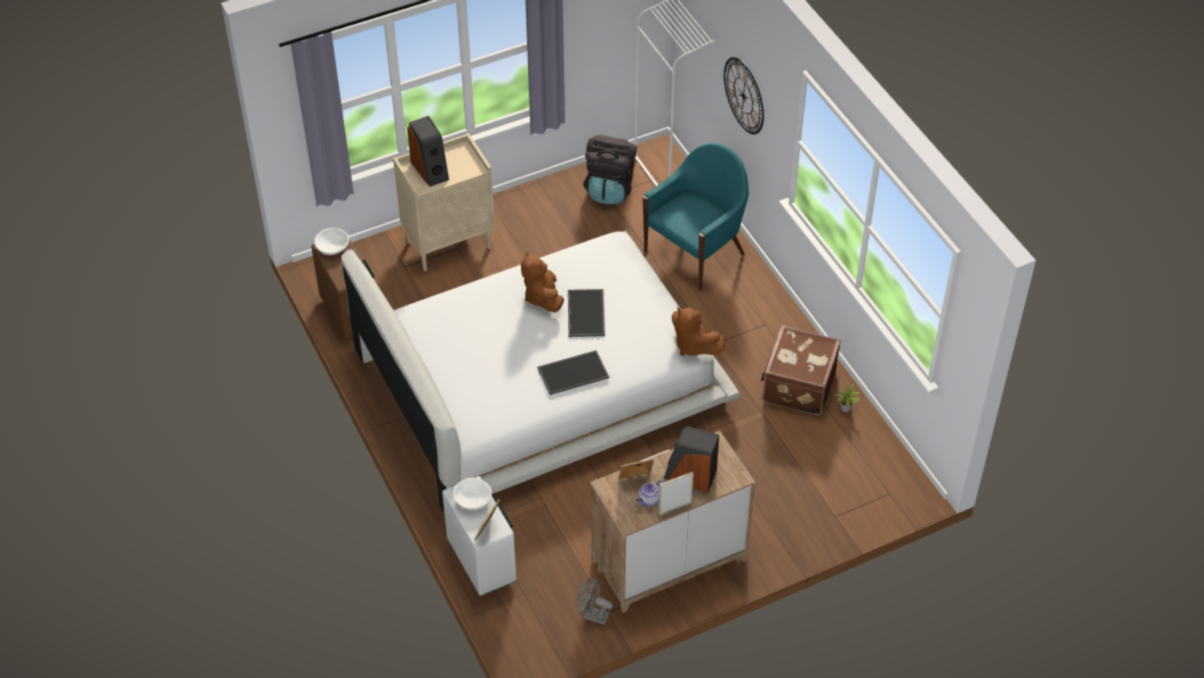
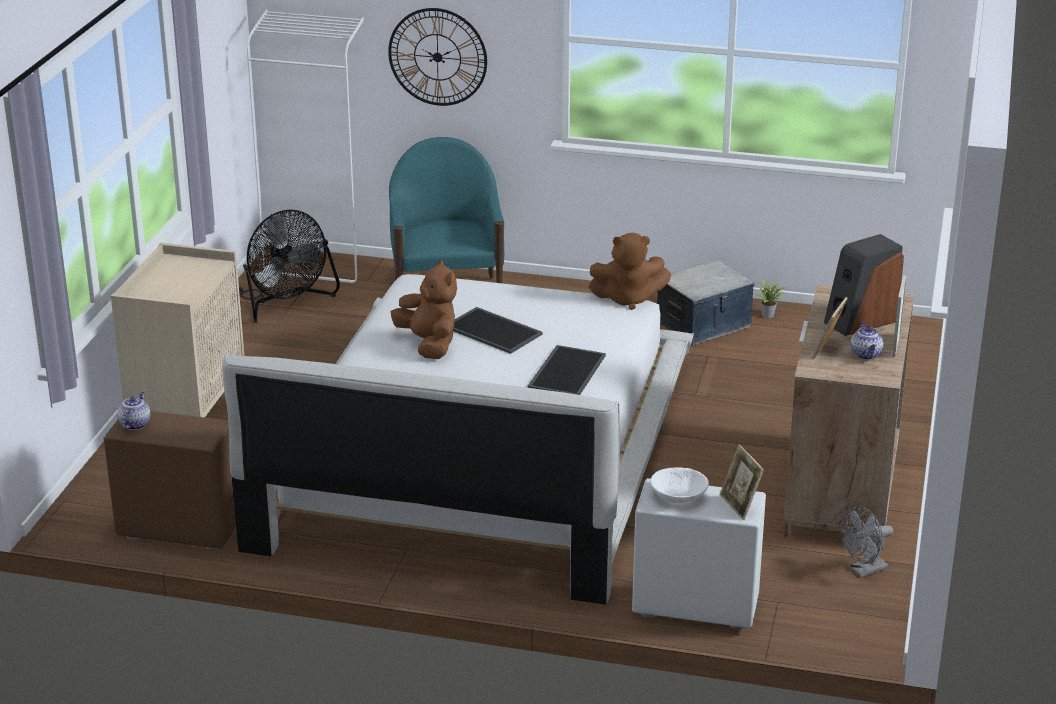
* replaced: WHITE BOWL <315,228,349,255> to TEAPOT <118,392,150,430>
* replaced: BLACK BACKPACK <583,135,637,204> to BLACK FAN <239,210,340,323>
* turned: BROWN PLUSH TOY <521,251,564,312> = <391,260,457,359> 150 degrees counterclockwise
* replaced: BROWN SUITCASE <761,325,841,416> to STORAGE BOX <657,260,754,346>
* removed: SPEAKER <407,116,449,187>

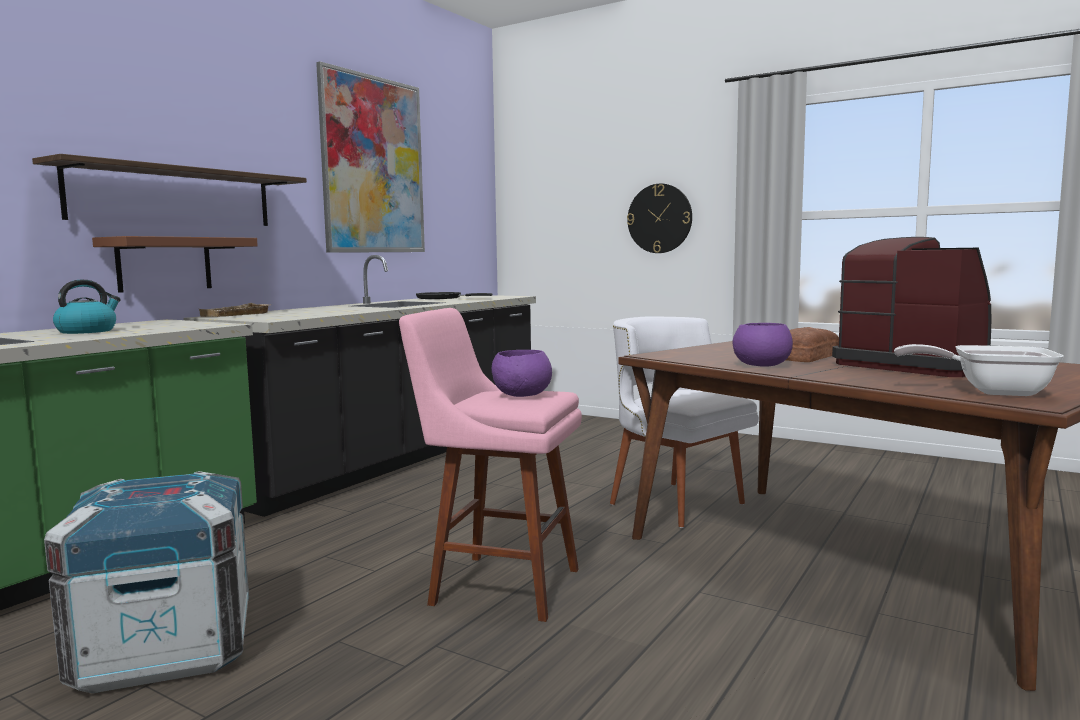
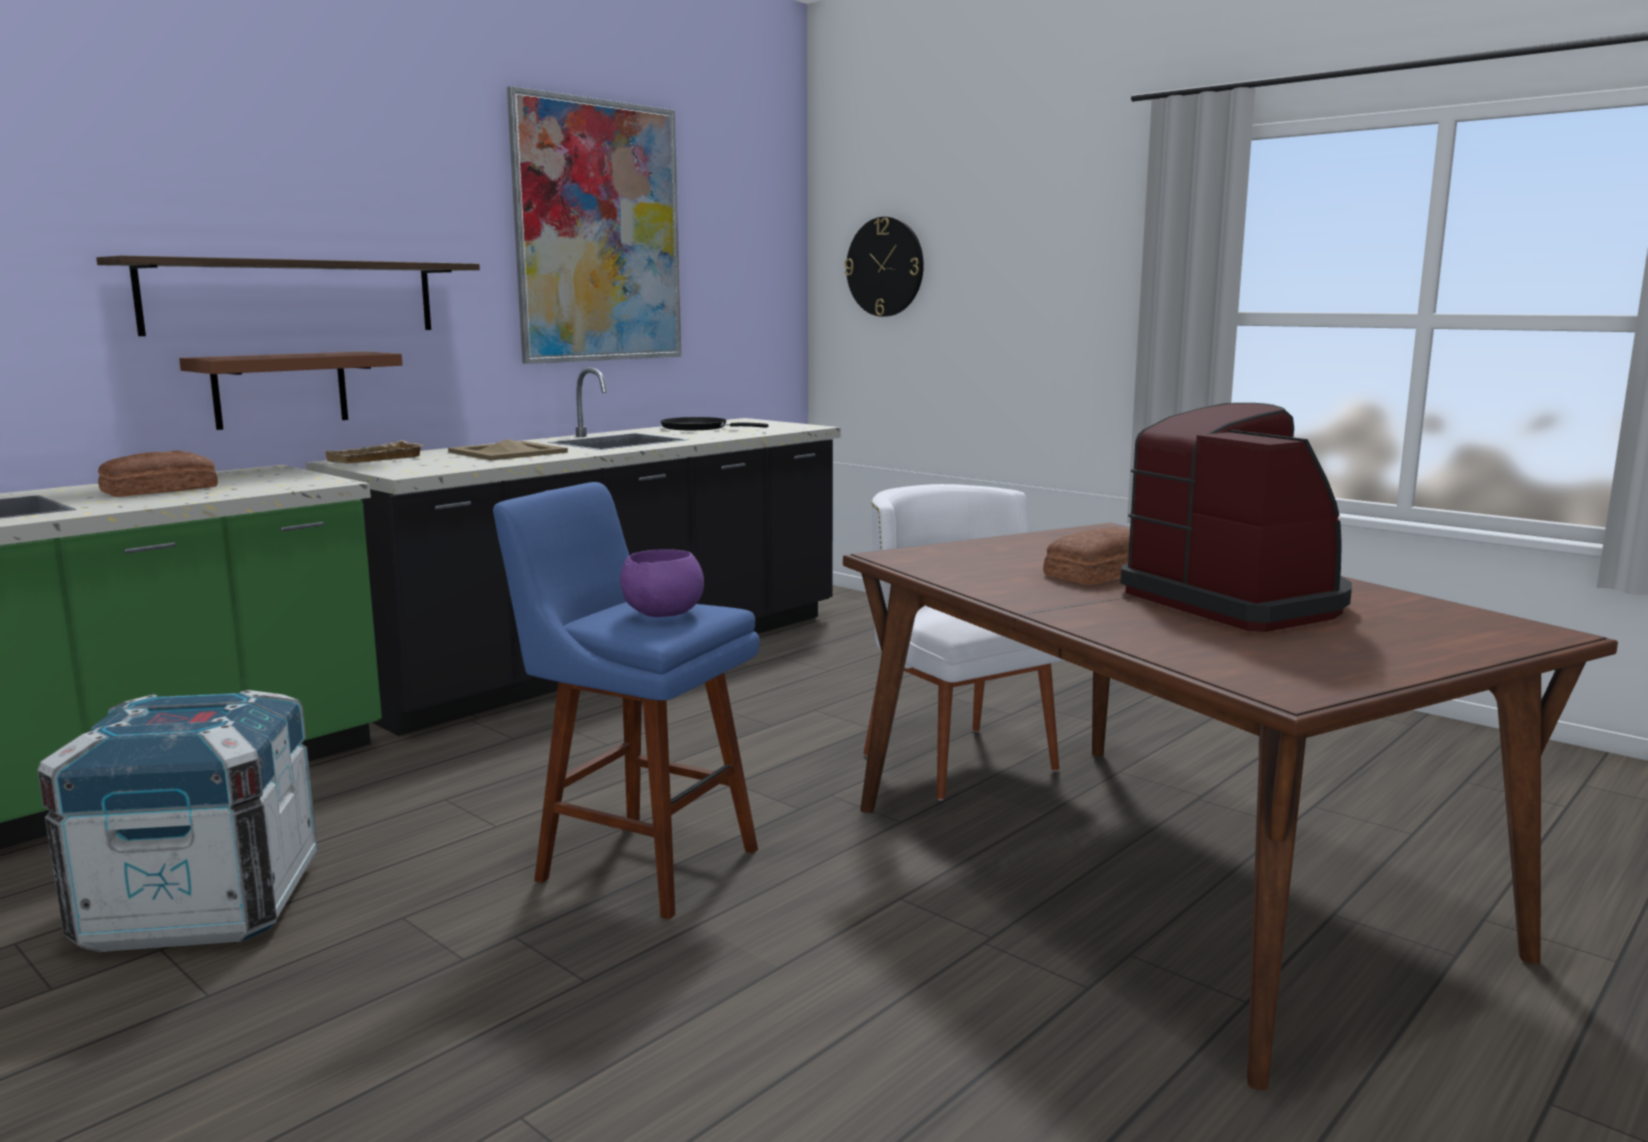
* replaced: KETTLE <53,280,121,334> to BREAD <98,450,218,497>
* added: BEIGE TRAY <448,439,568,461>
* recoloured: PINK STOOL <399,308,582,622> to BLUE STOOL <493,482,760,920>
* moved: WALL CLOCK <627,183,692,253> to <845,217,924,317>
* removed: PURPLE BOWL <733,323,793,367>
* removed: FRYING PAN <894,344,1064,396>

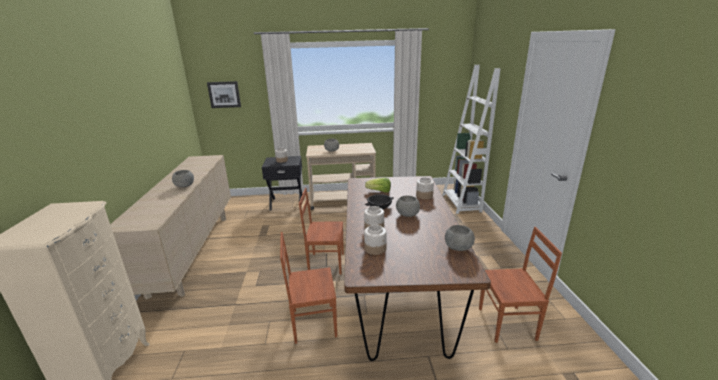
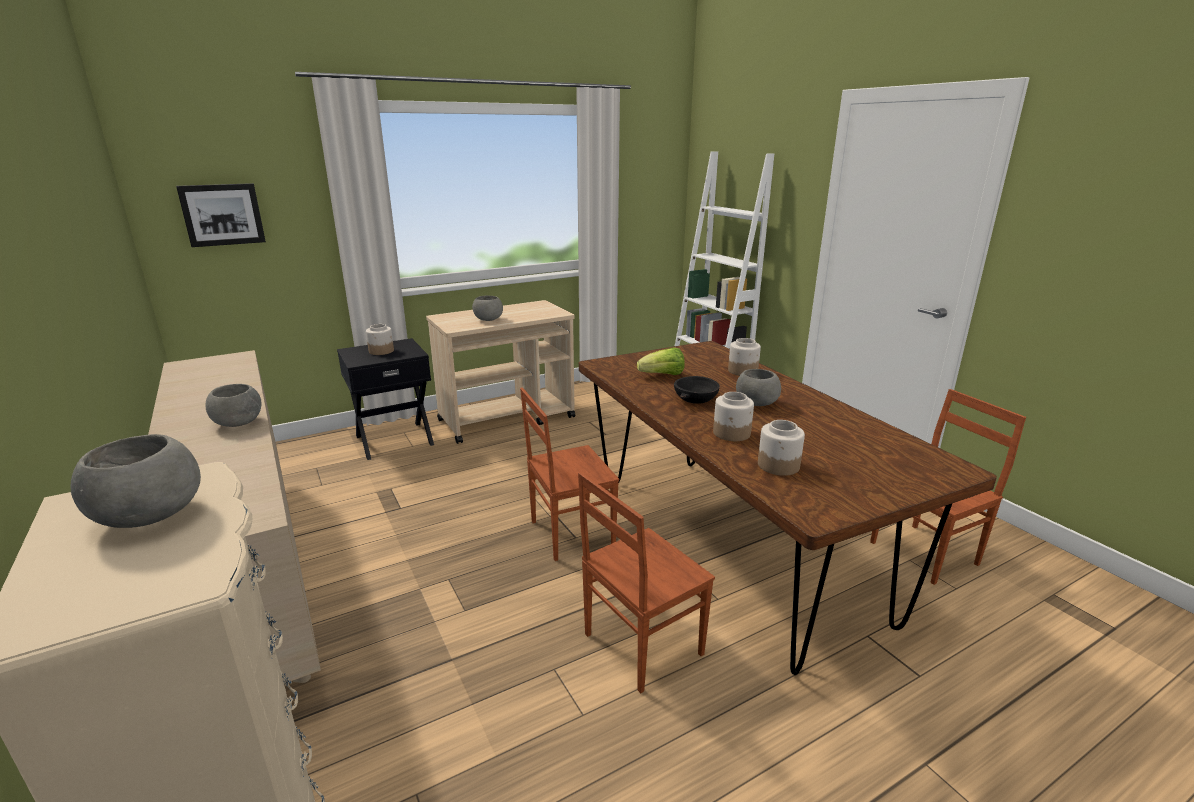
* moved: GREY BOWL <445,225,475,251> to <71,434,201,528>

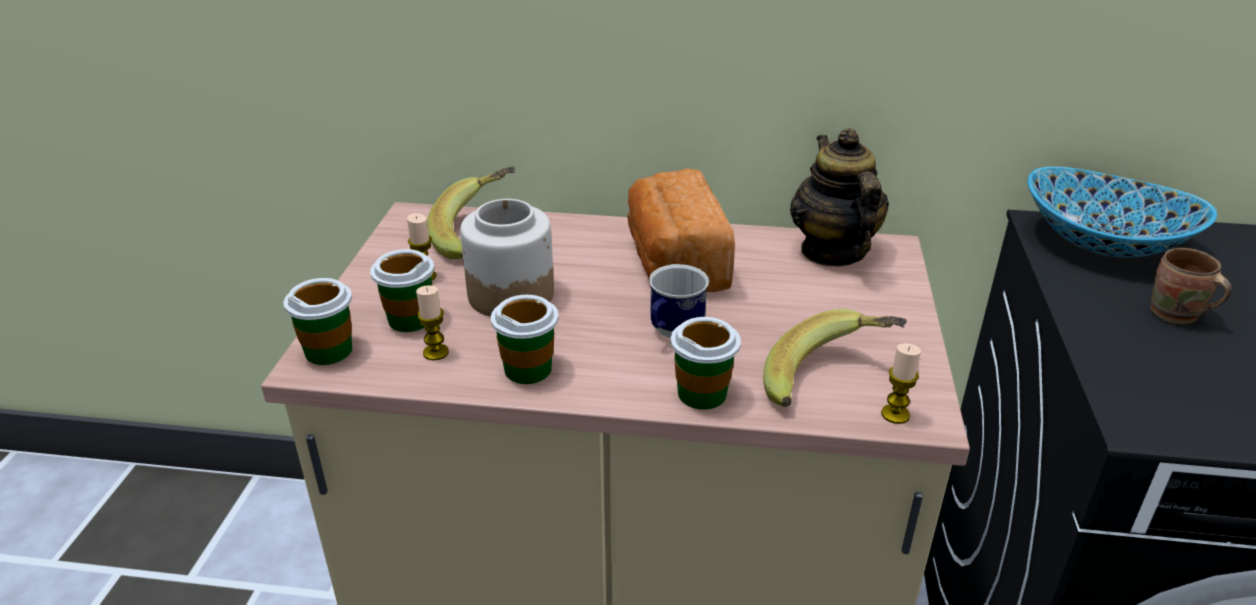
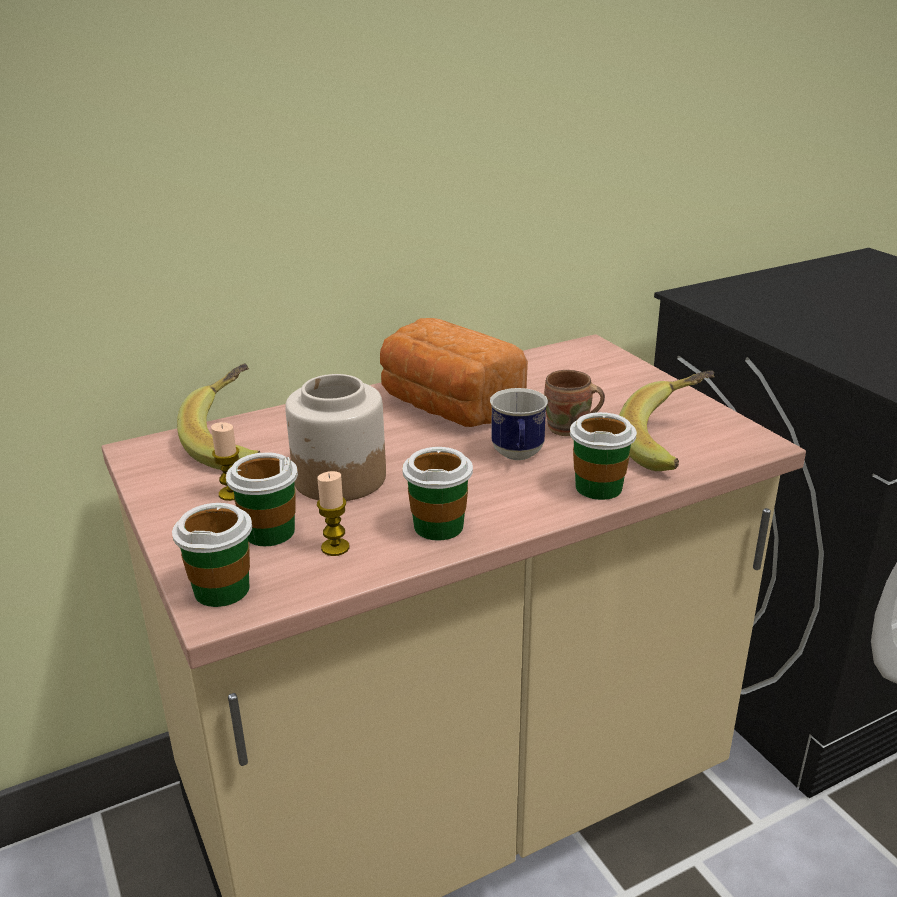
* moved: BROWN MUG <1151,248,1232,324> to <544,370,605,436>
* removed: TEAPOT <790,128,889,266>
* removed: CANDLE <881,343,921,424>
* removed: BOWL <1027,166,1217,258>

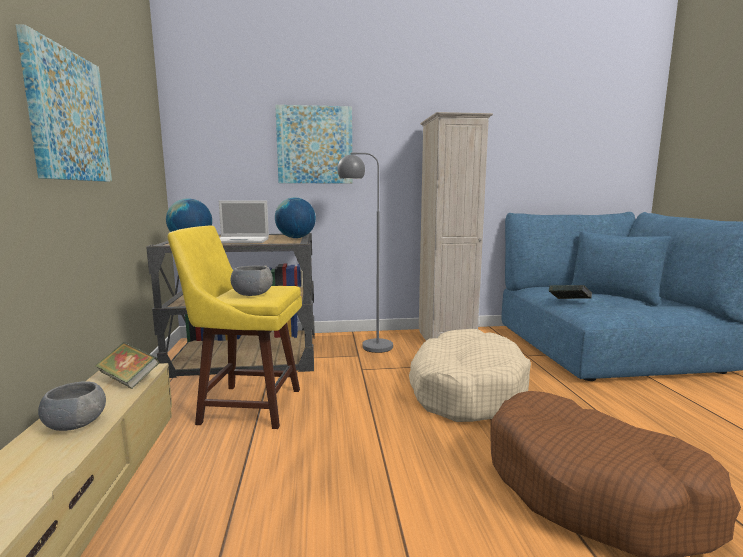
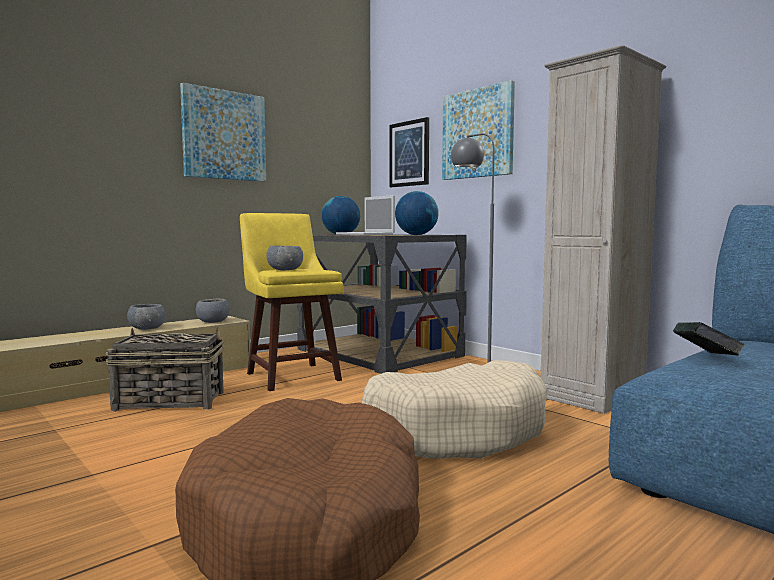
* added: BASKET <106,327,224,412>
* replaced: BOOK <95,342,159,389> to GREY BOWL <196,299,230,323>
* added: PICTURE <389,117,429,187>

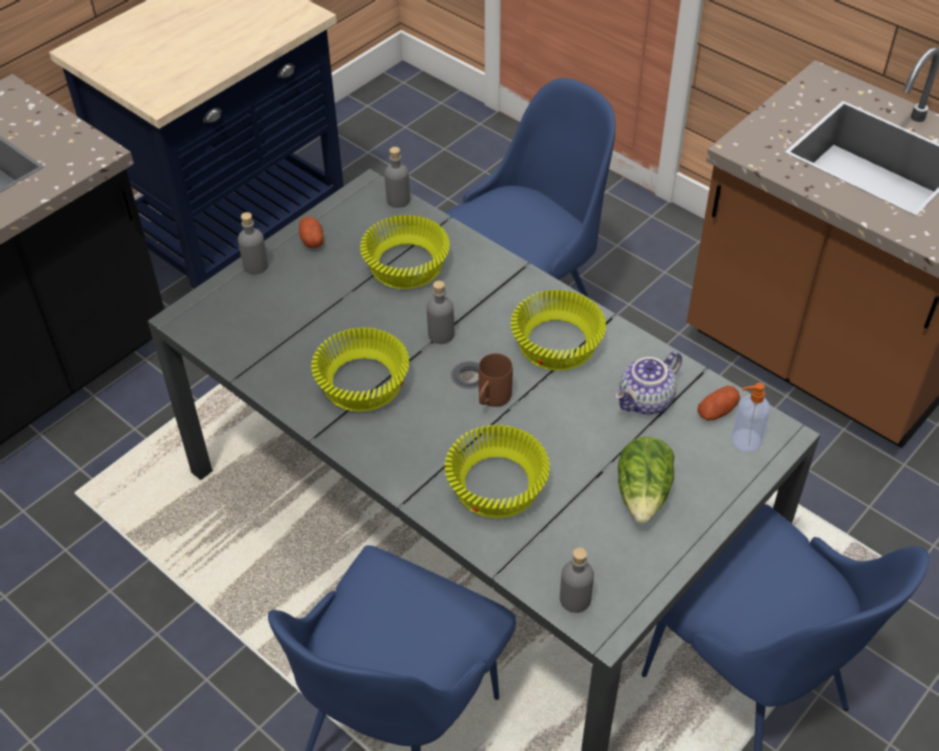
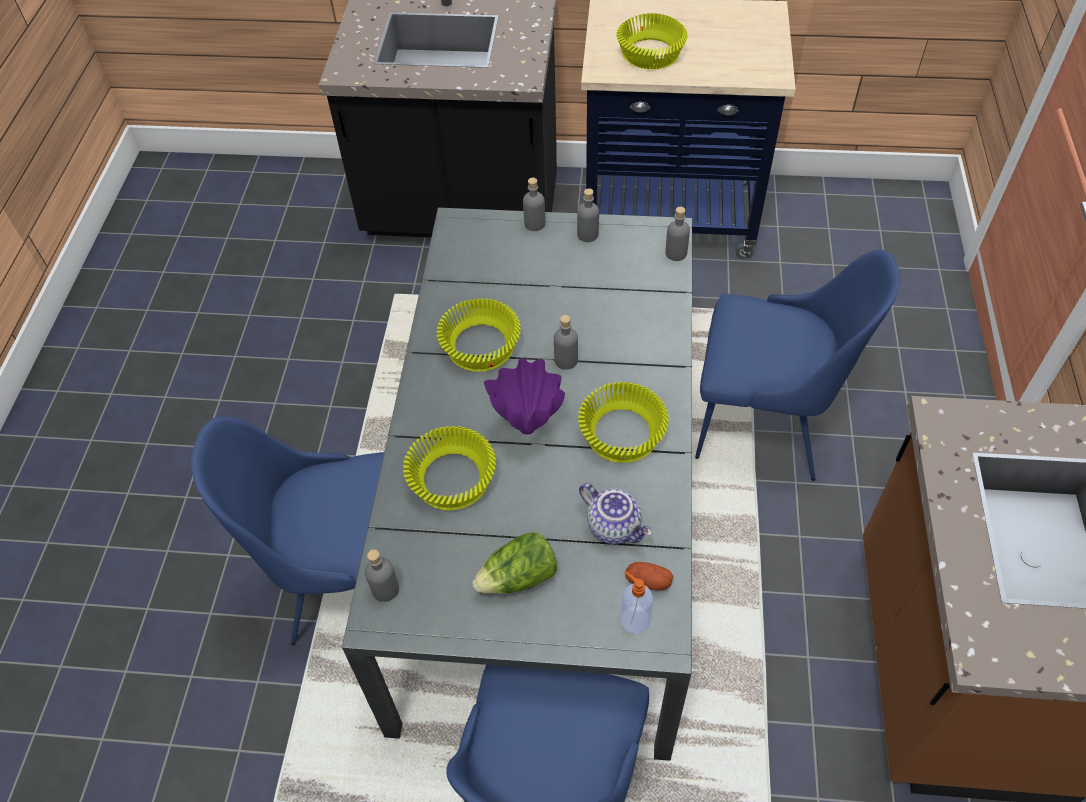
* replaced: BROWN MUG <479,353,513,407> to PURPLE VASE <484,358,565,435>
* replaced: POTATO <299,217,324,249> to GREY BOTTLE <577,188,599,242>
* turned: TEAPOT <615,351,682,414> = <579,483,652,545> 150 degrees counterclockwise
* moved: YELLOW BOWL <360,215,450,289> to <616,13,688,69>

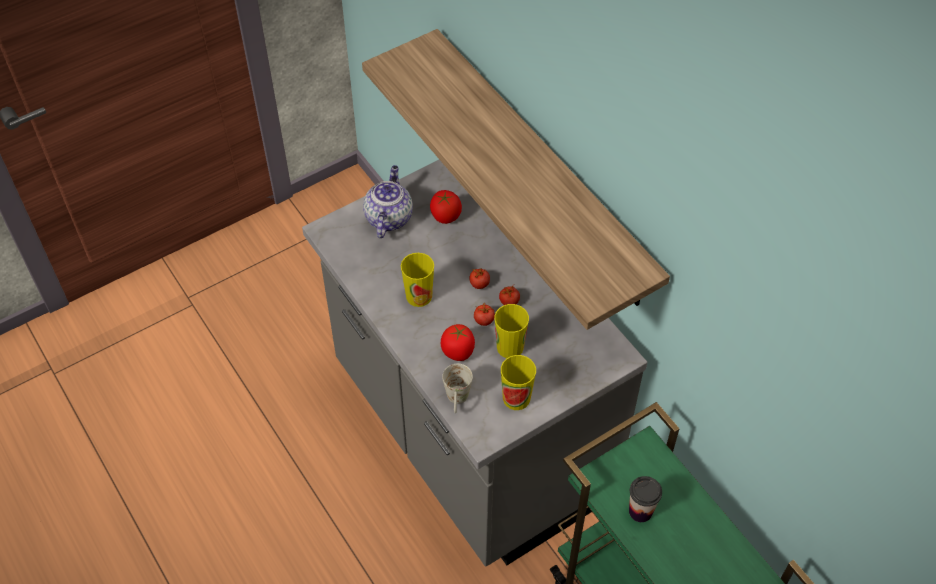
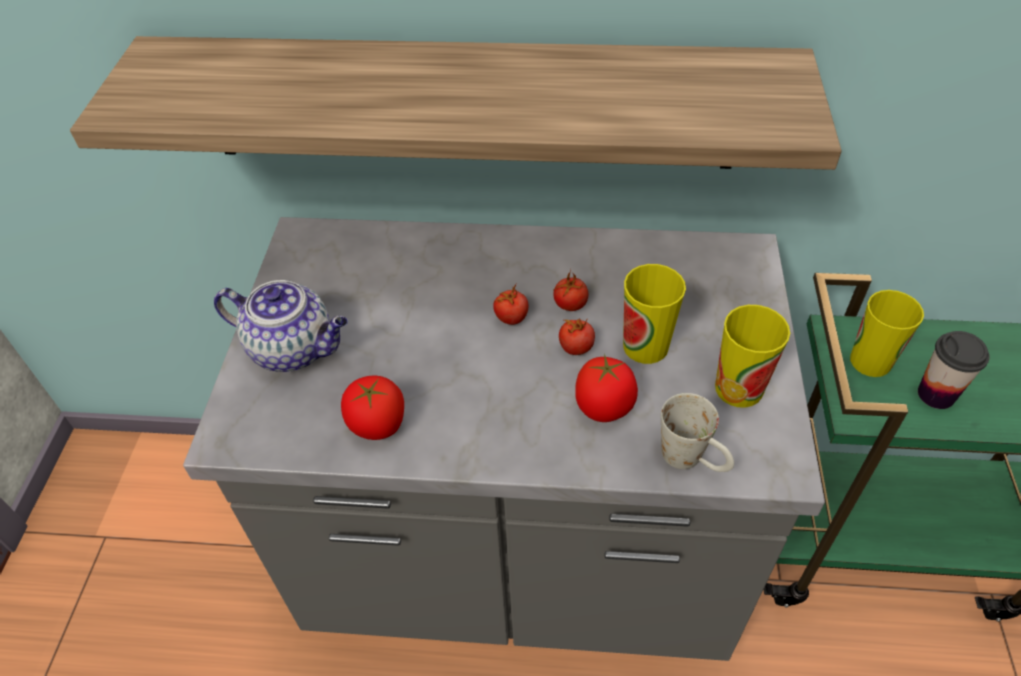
* turned: TEAPOT <363,165,413,238> = <214,280,348,372> 150 degrees clockwise
* moved: TOMATO <430,190,462,224> to <341,376,404,440>
* moved: CUP <401,253,434,307> to <850,290,924,377>

